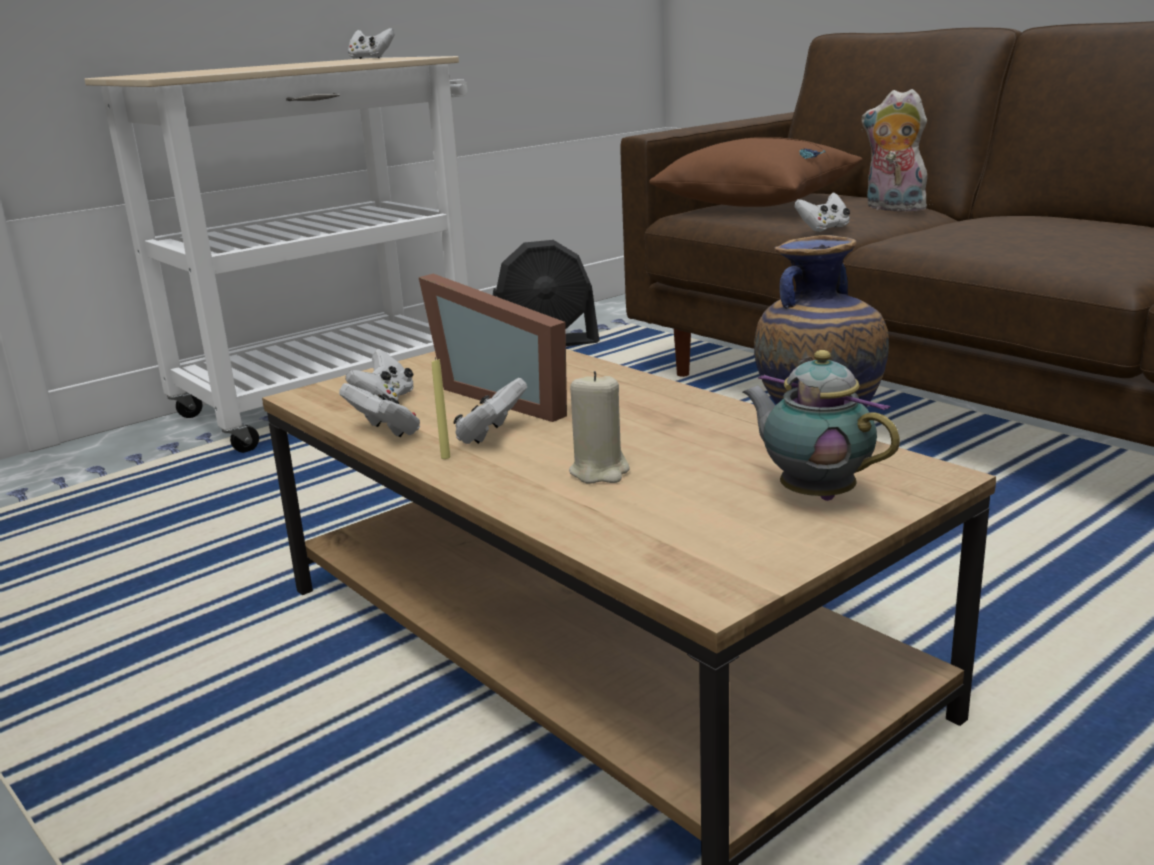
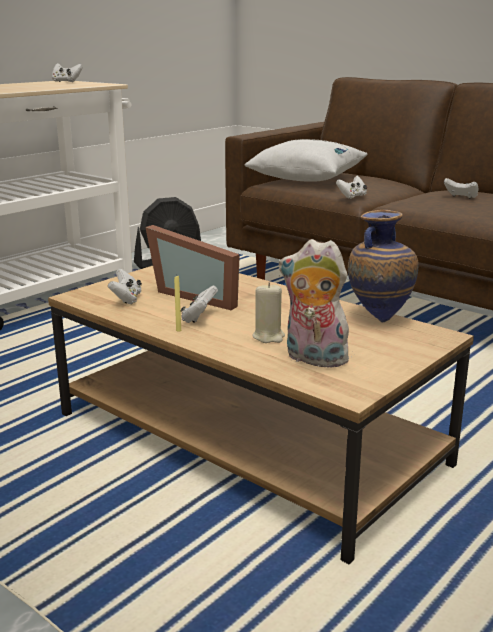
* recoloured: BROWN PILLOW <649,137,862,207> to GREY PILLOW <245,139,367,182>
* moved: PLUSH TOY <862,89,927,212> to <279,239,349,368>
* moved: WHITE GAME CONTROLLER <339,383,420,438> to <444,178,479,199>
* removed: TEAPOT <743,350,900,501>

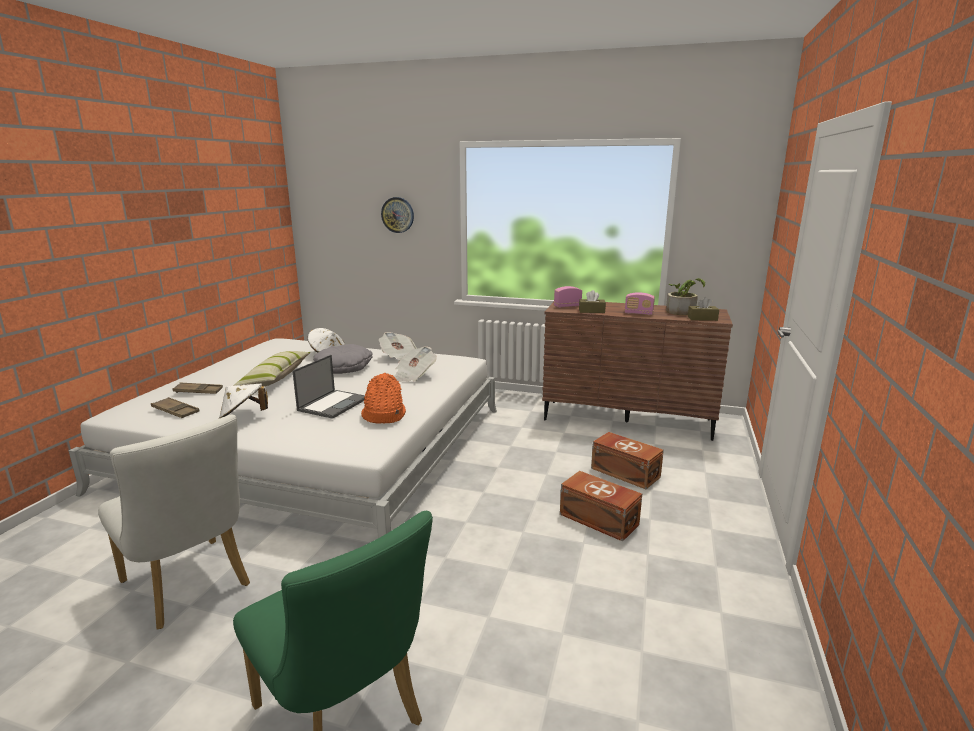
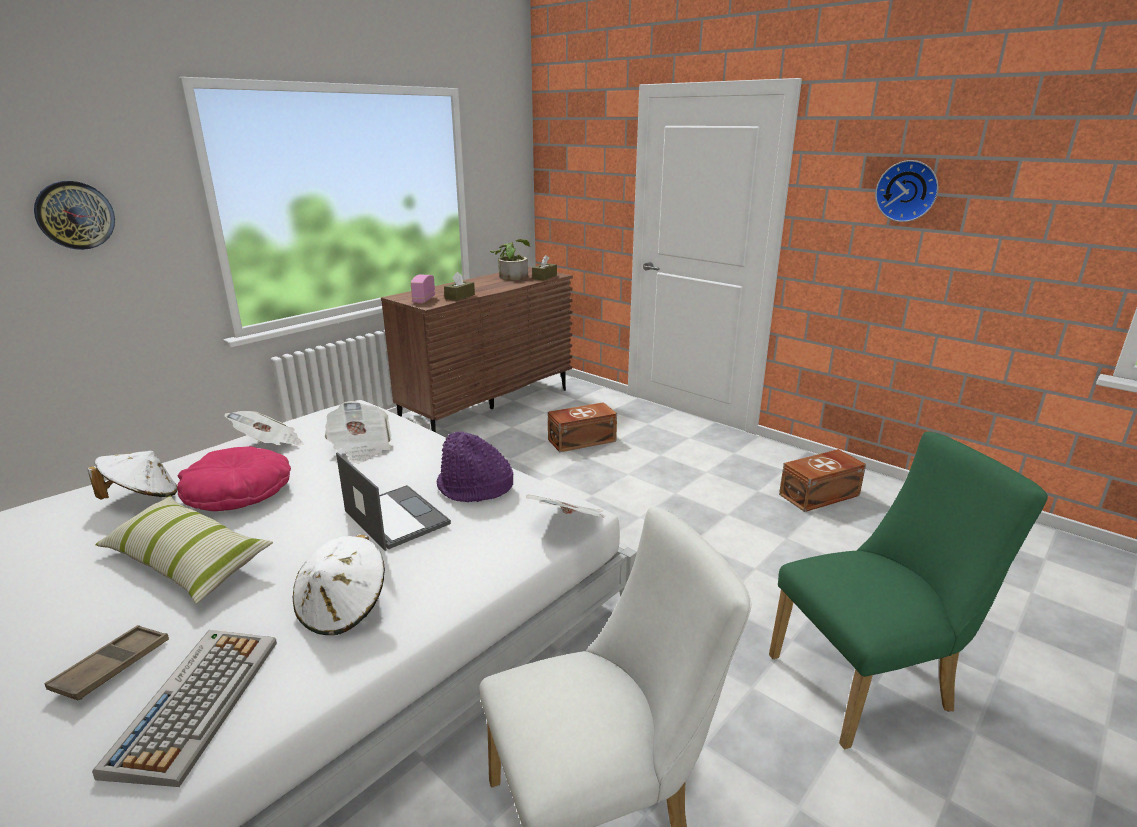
* replaced: BROWN TRAY <151,397,199,418> to KEYBOARD <92,630,277,787>
* recoloured: GREY PILLOW <313,344,373,374> to PINK PILLOW <177,446,291,511>
* recoloured: ORANGE HAT <361,373,406,424> to PURPLE HAT <437,432,513,502>
* added: NEWSPAPER <526,495,606,518>
* moved: BROWN STORAGE BOX <560,471,642,542> to <779,449,866,512>
* added: WALL CLOCK <875,160,939,222>
* removed: RADIO <625,292,655,315>

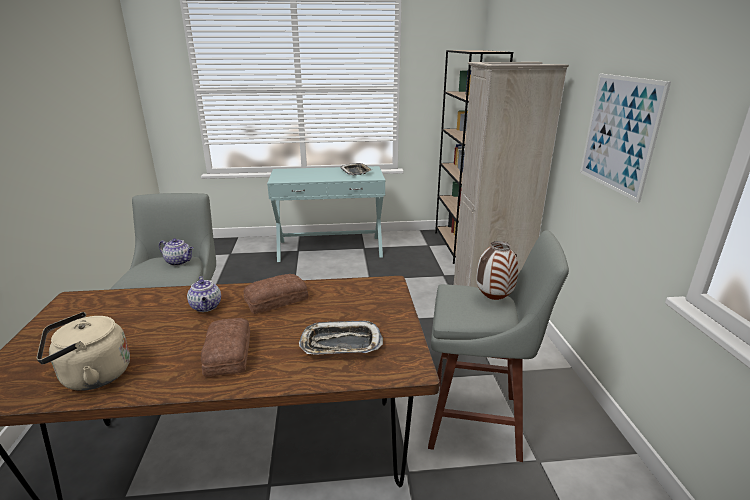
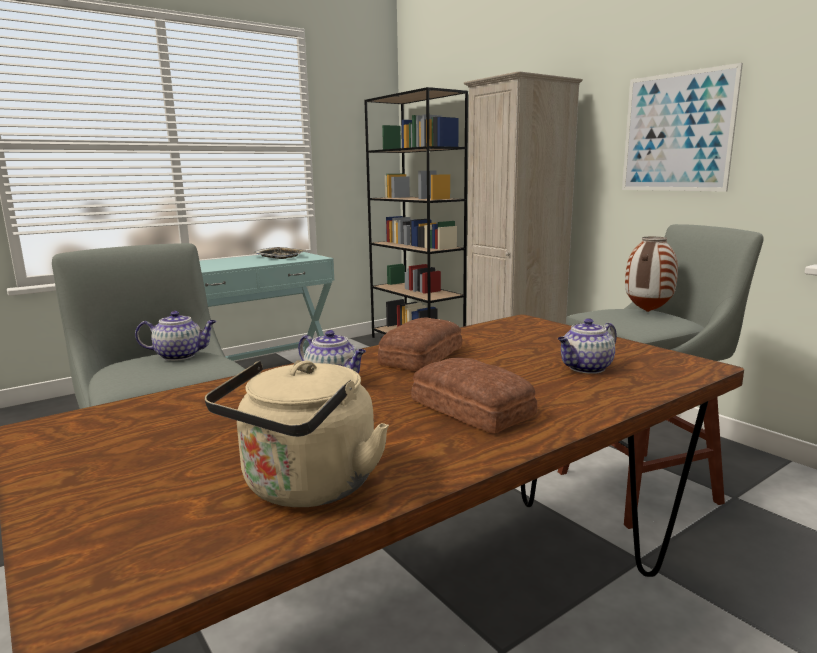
* replaced: TRAY <299,321,383,354> to TEAPOT <558,318,617,374>

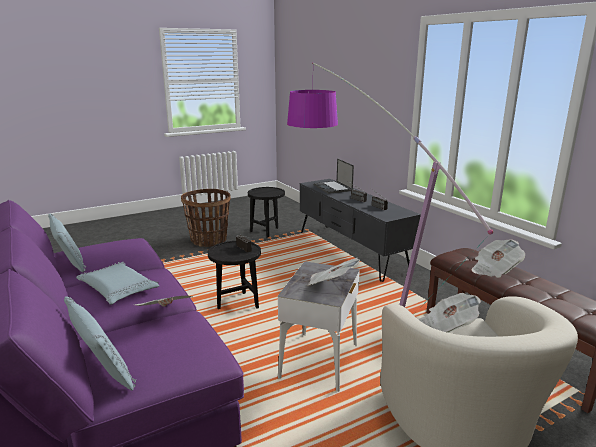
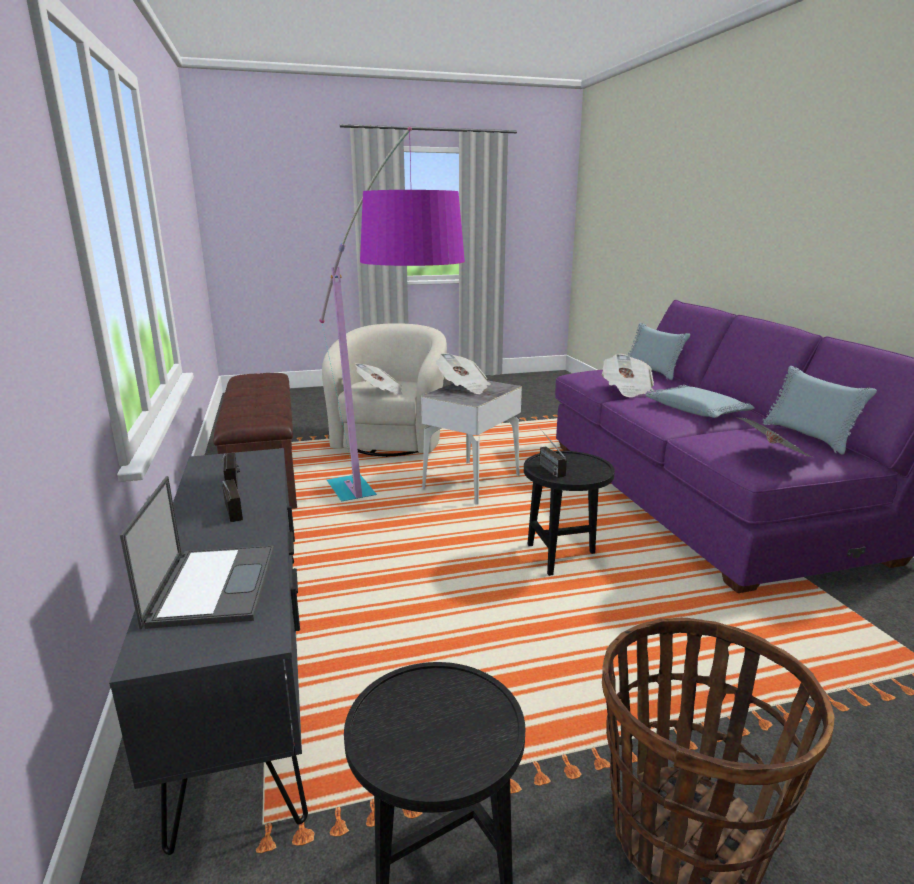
* moved: NEWSPAPER <471,240,525,278> to <736,417,812,457>

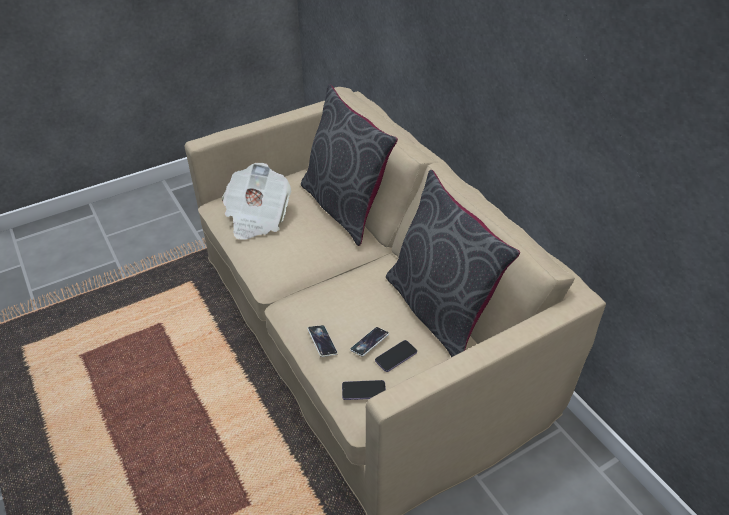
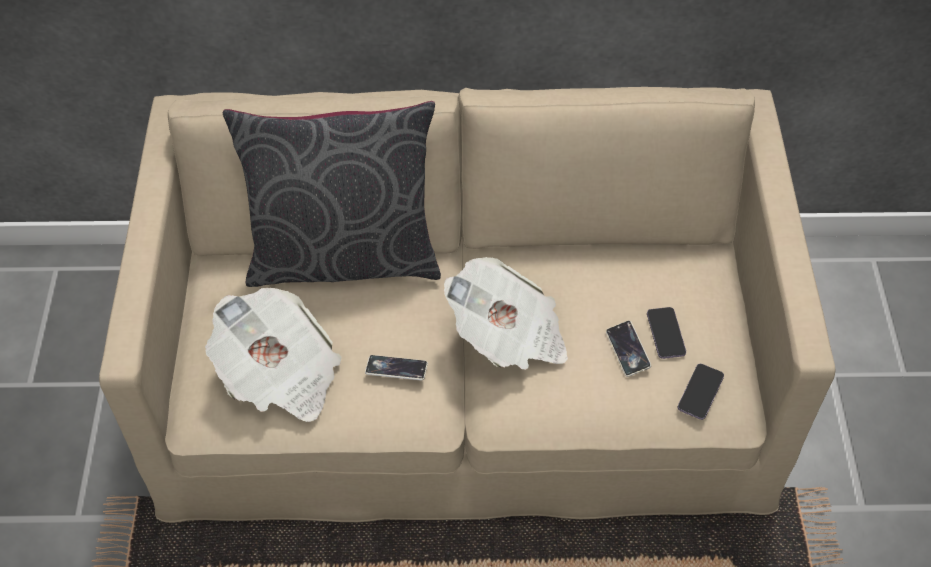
* moved: PHONE <307,325,338,357> to <365,355,428,381>
* added: NEWSPAPER <444,257,568,370>
* removed: GREY PILLOW <386,170,520,357>

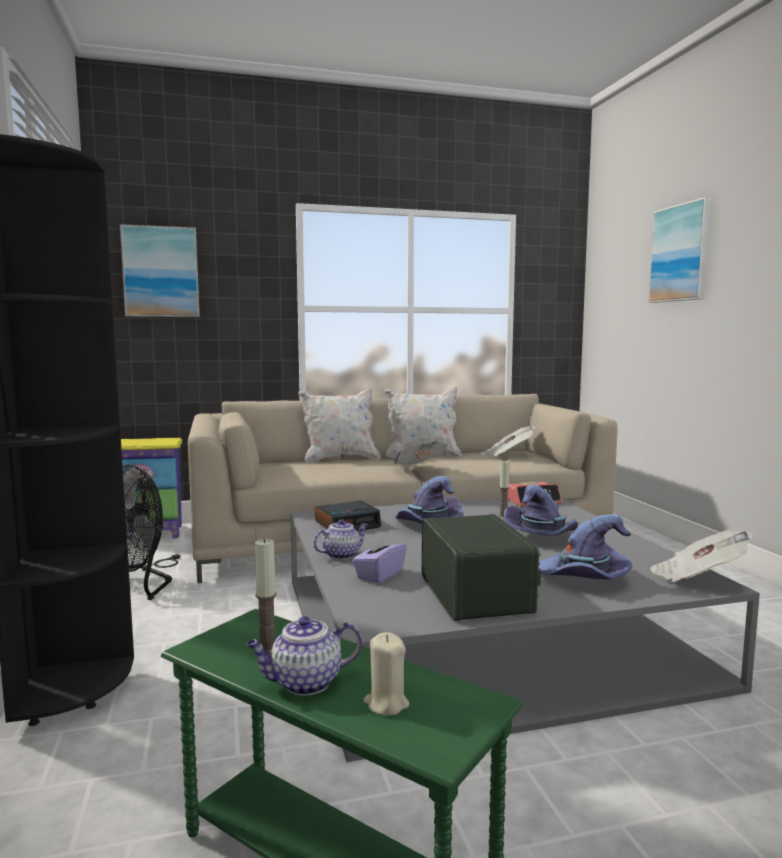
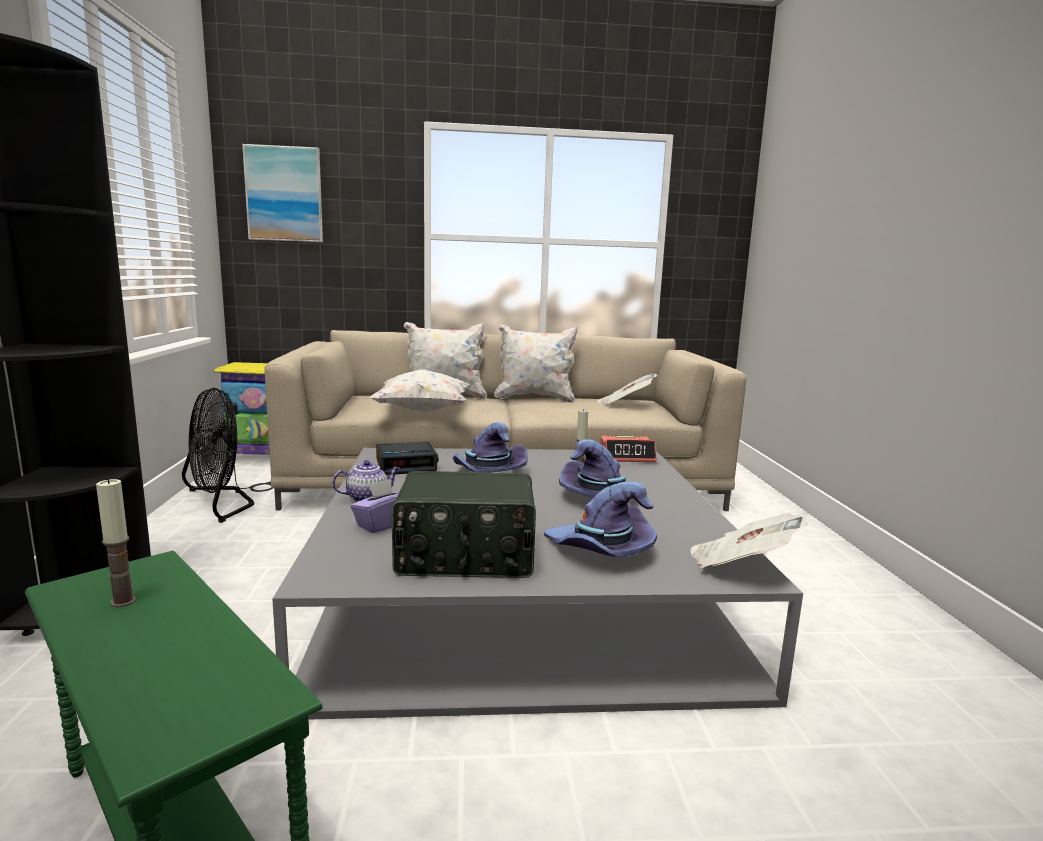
* added: WHITE PILLOW <369,370,469,412>
* turned: RADIO <422,514,541,621> = <392,471,536,578> 90 degrees clockwise
* removed: TEAPOT <246,616,362,696>
* removed: BEIGE CANDLE <363,632,409,715>
* removed: NEWSPAPER <393,442,447,465>
* removed: PICTURE <648,197,711,303>

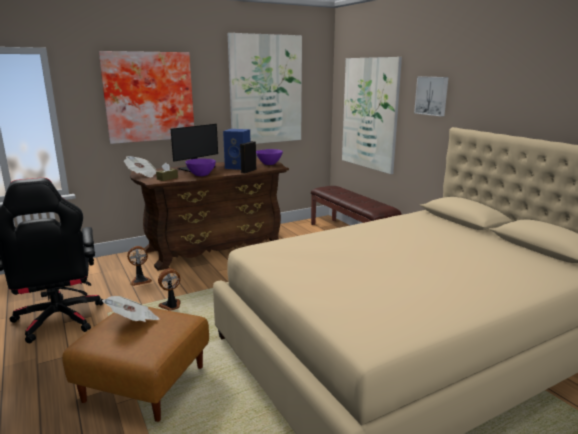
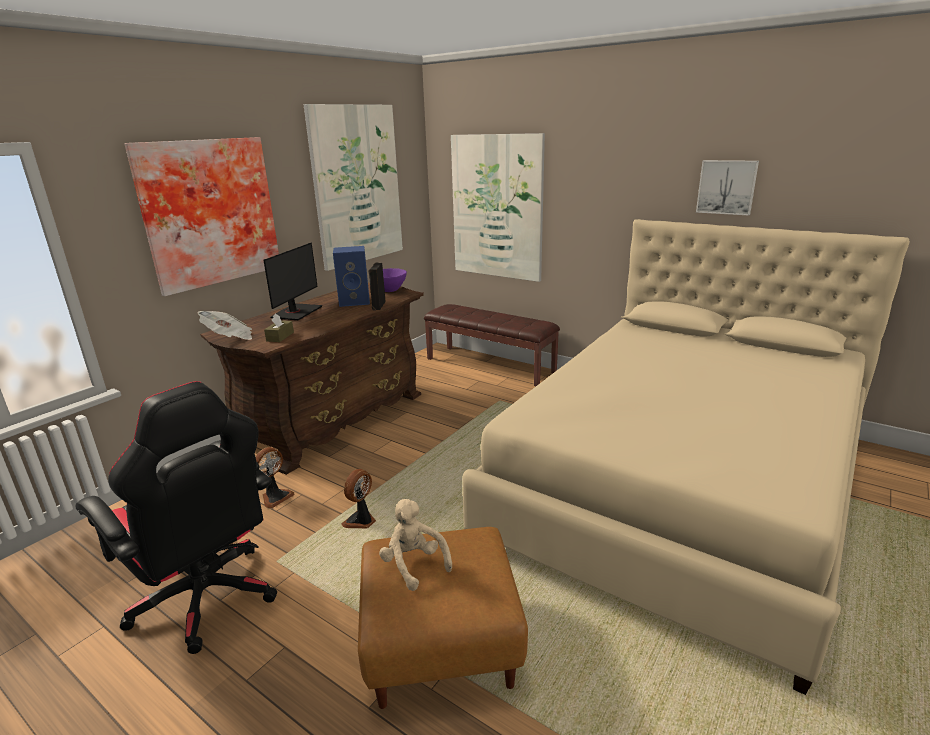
* replaced: NEWSPAPER <102,296,160,322> to BEIGE PLUSH TOY <379,499,452,591>
* moved: PICTURE <414,76,449,117> to <696,160,759,216>
* removed: PURPLE BOWL <186,159,216,176>

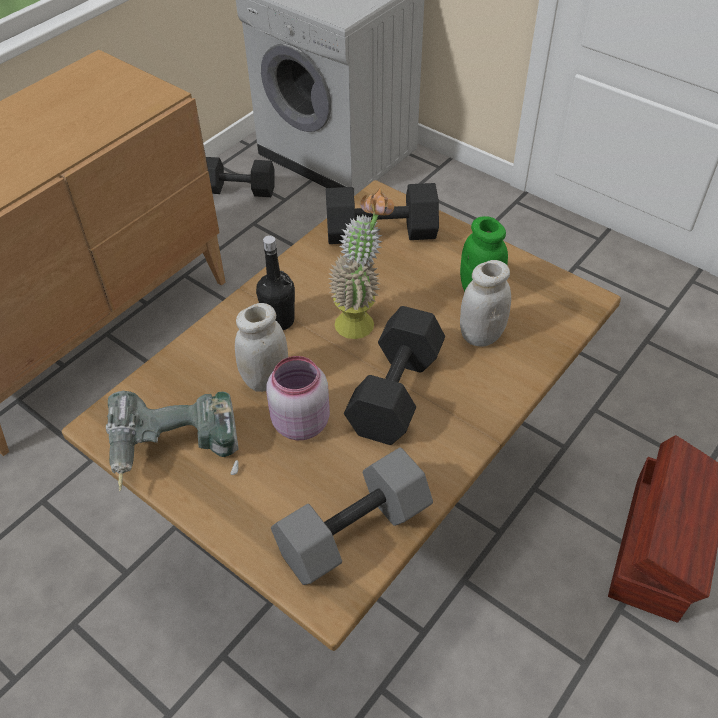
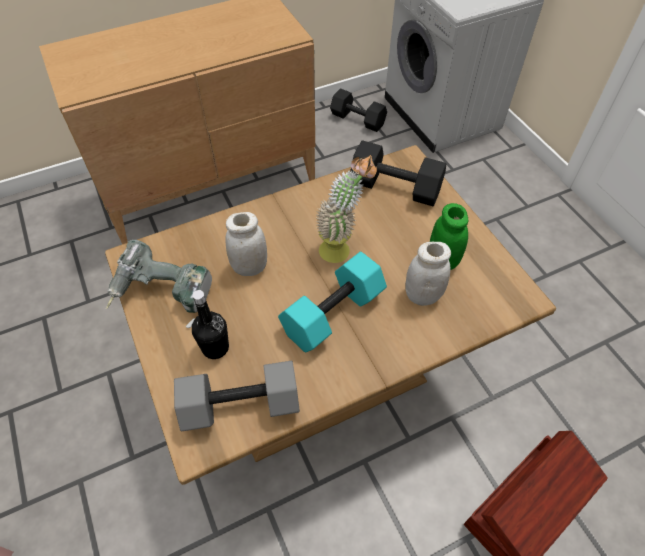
* moved: BLACK BOTTLE <256,235,295,330> to <192,290,229,359>
* recoloured: BLACK DUMBBELL <344,306,445,445> to TURQUOISE DUMBBELL <278,252,387,352>
* removed: PINK JAR <266,356,330,440>

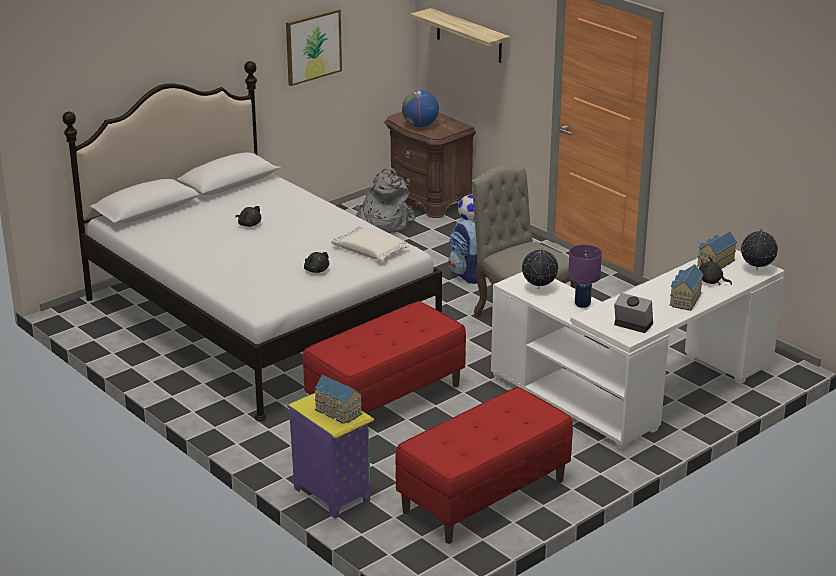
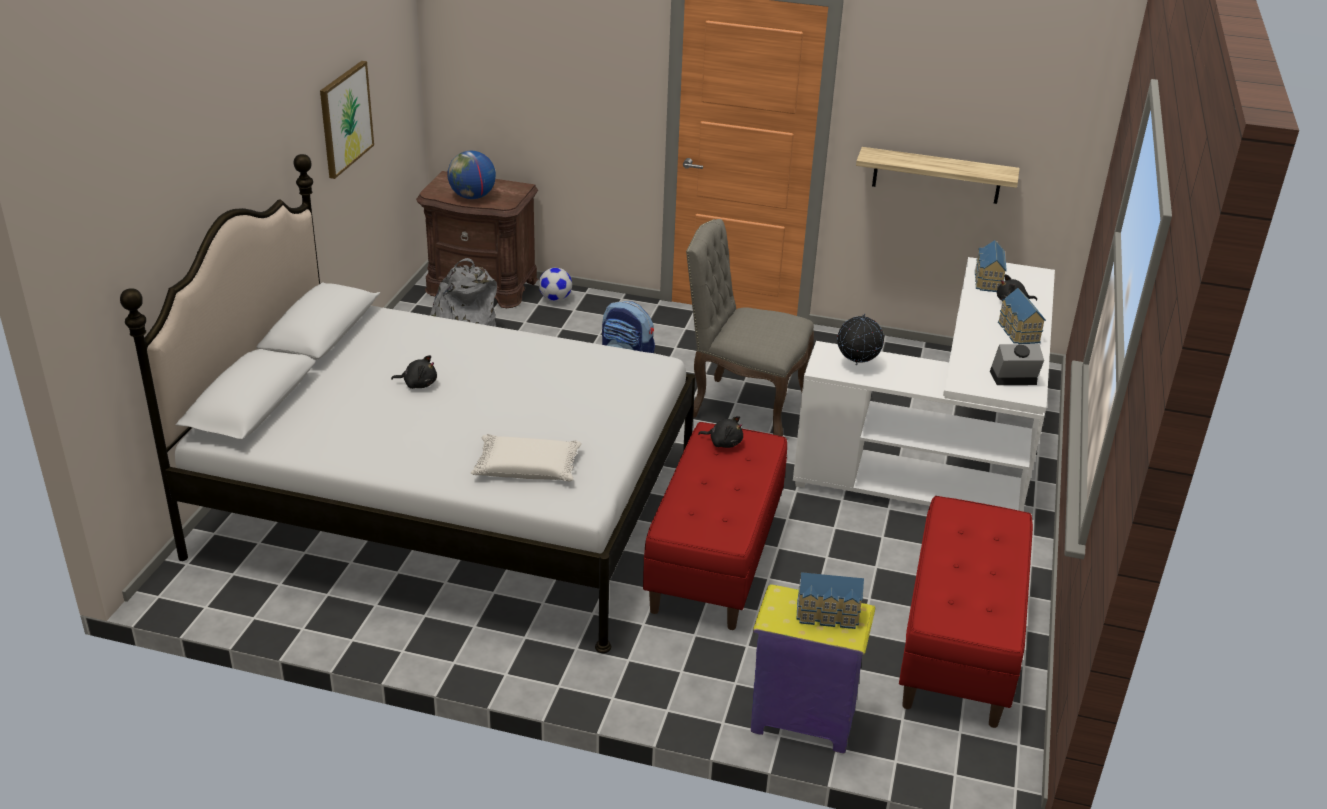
* moved: WHITE PILLOW <331,226,409,262> to <471,434,582,481>
* moved: BLACK PLUSH TOY <304,252,330,273> to <698,416,743,448>
* moved: SHELF <410,8,510,63> to <856,147,1020,204>
* removed: PURPLE TABLE LAMP <568,245,602,308>
* removed: GLOBE <741,228,778,270>

